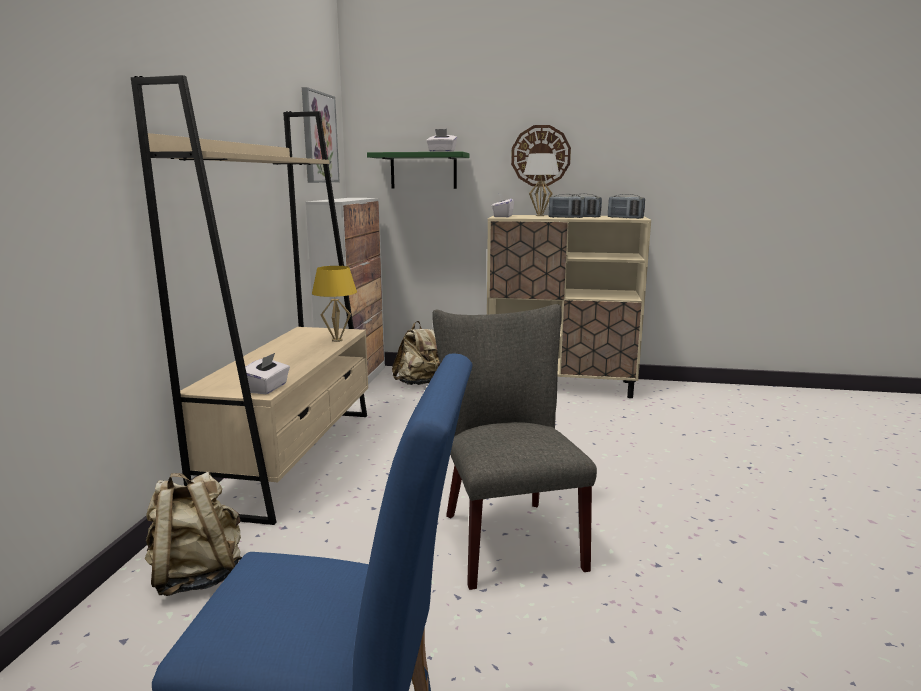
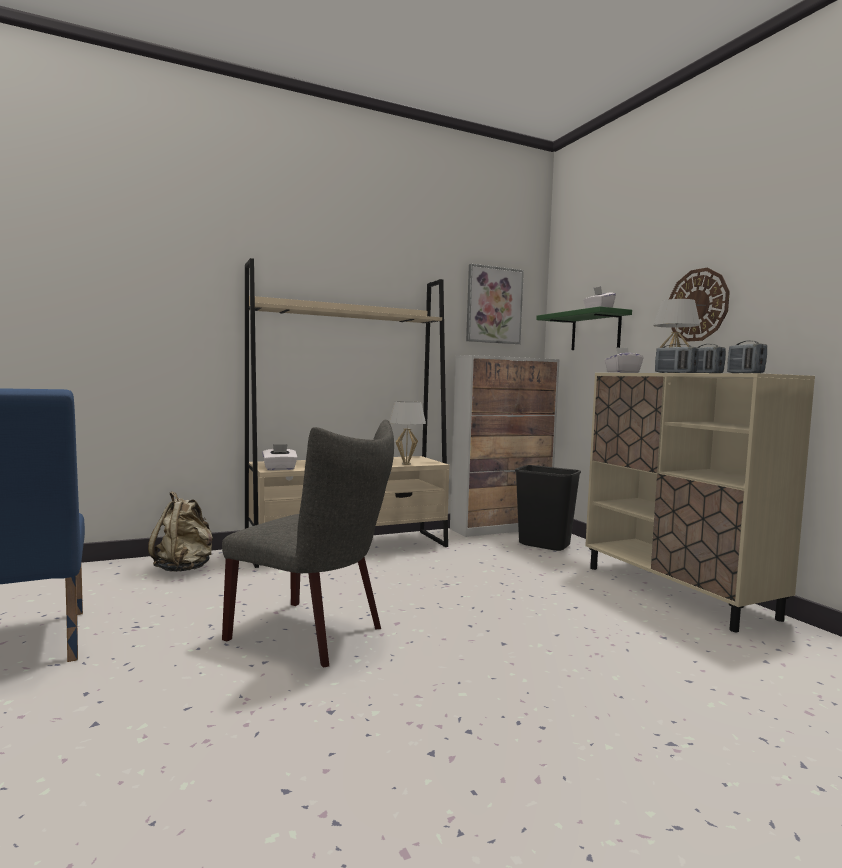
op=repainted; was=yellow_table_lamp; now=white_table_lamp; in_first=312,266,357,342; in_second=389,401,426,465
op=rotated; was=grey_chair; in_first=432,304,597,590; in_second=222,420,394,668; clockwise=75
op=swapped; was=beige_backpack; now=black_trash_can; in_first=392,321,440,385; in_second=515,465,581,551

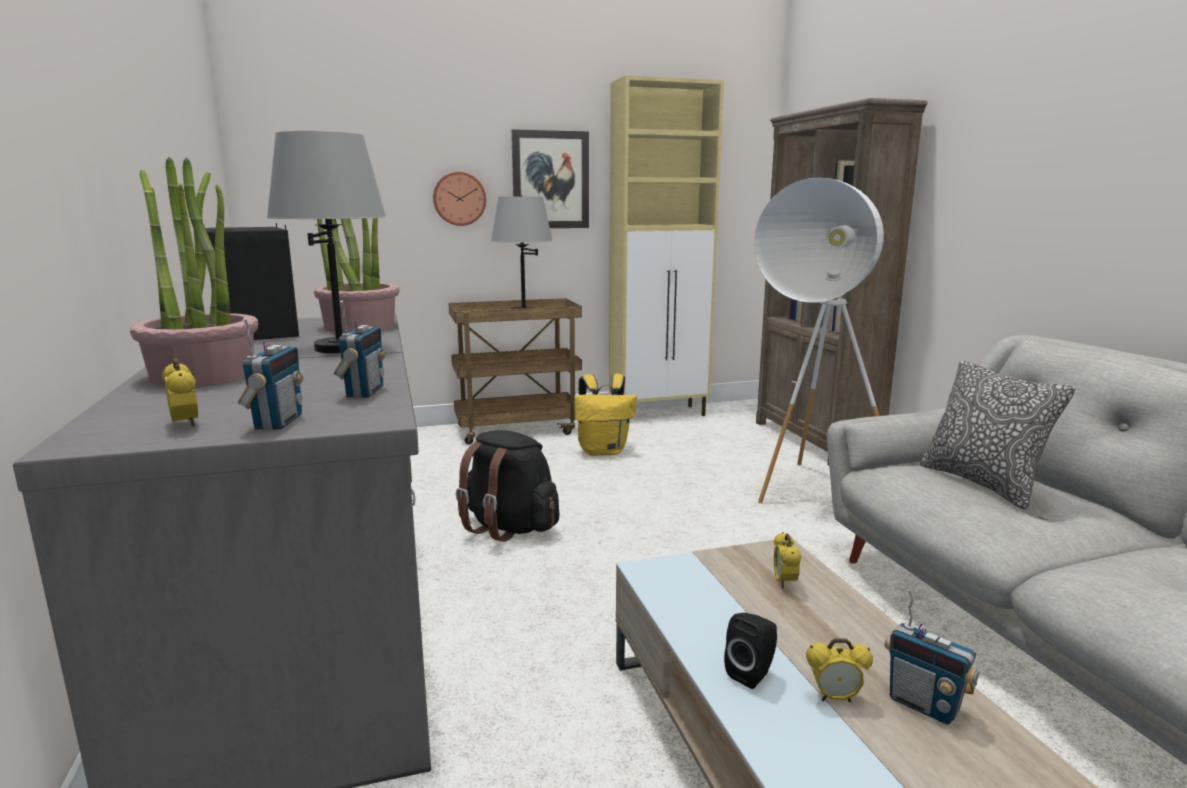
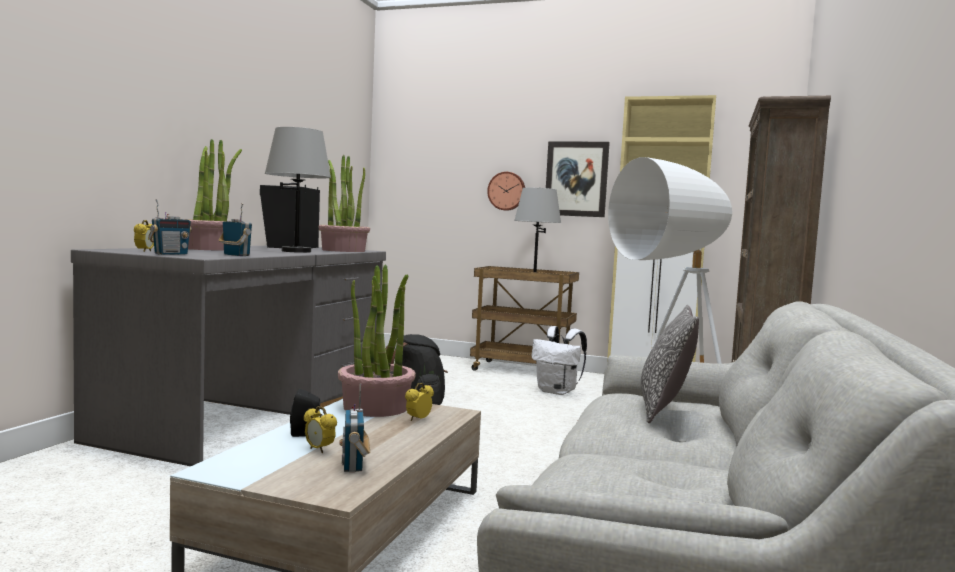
op=rotated; was=radio; in_first=334,301,386,398; in_second=219,203,252,256; clockwise=-90
op=repainted; was=yellow_backpack; now=white_backpack; in_first=574,373,637,456; in_second=531,326,587,395
op=new; now=potted_plant; in_second=338,265,416,417

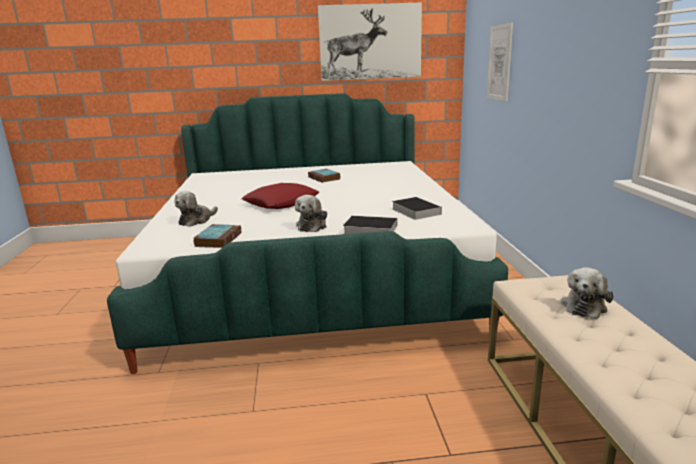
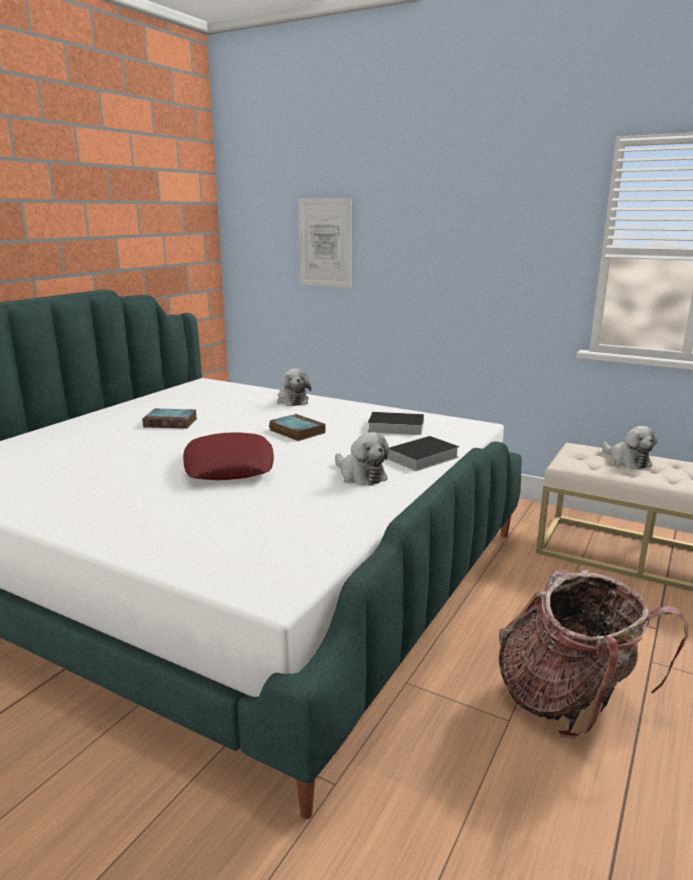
op=gone; was=picture; in_first=318,3,422,81
op=shifted; was=plush_toy; in_first=175,191,218,227; in_second=277,369,312,406
op=shifted; was=book; in_first=194,224,241,248; in_second=269,414,326,441
op=new; now=backpack; in_second=499,569,688,739

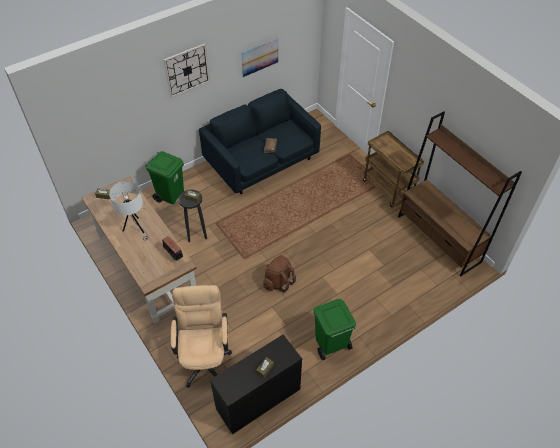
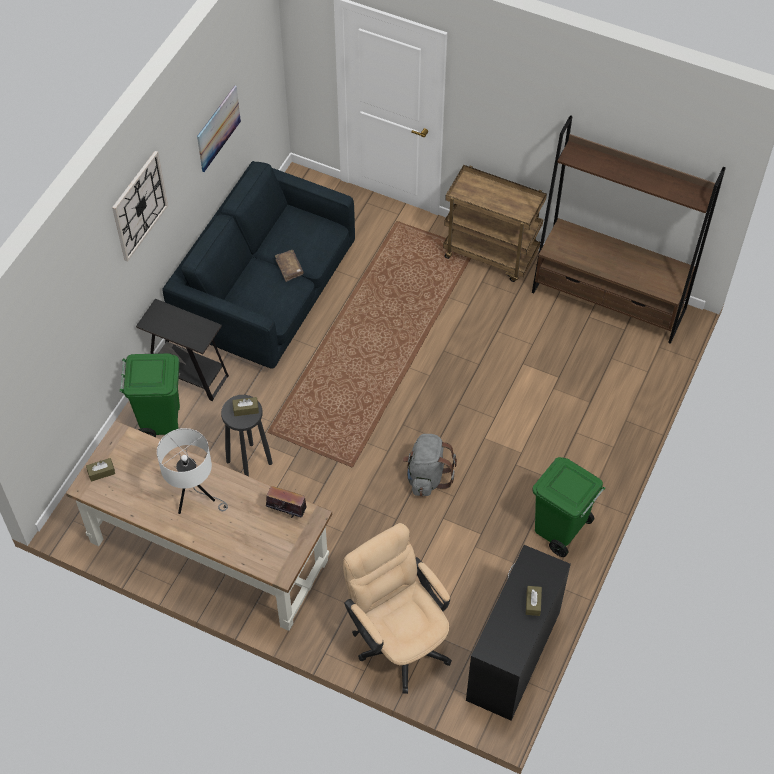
op=repainted; was=brown_backpack; now=grey_backpack; in_first=263,255,296,293; in_second=403,434,457,496
op=new; now=black_side_table; in_second=136,299,229,401

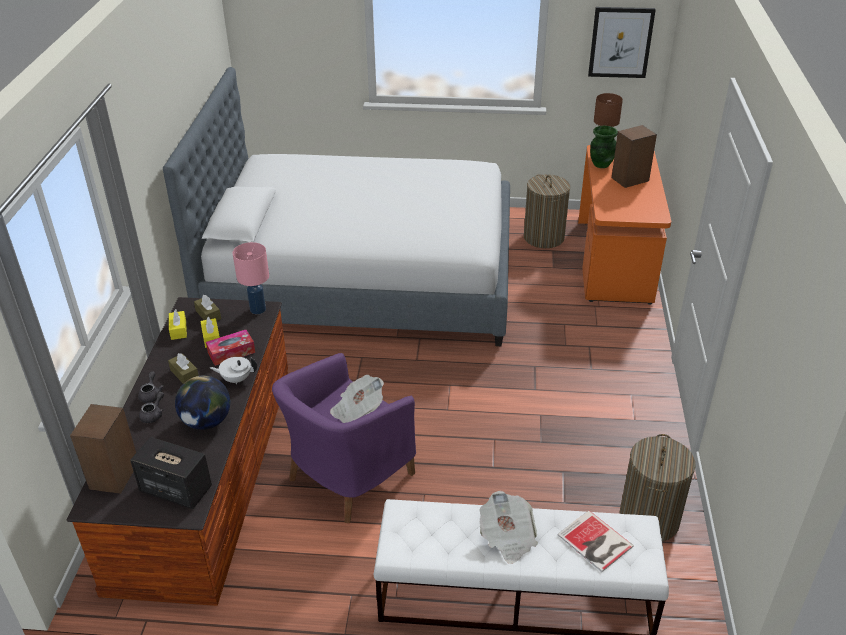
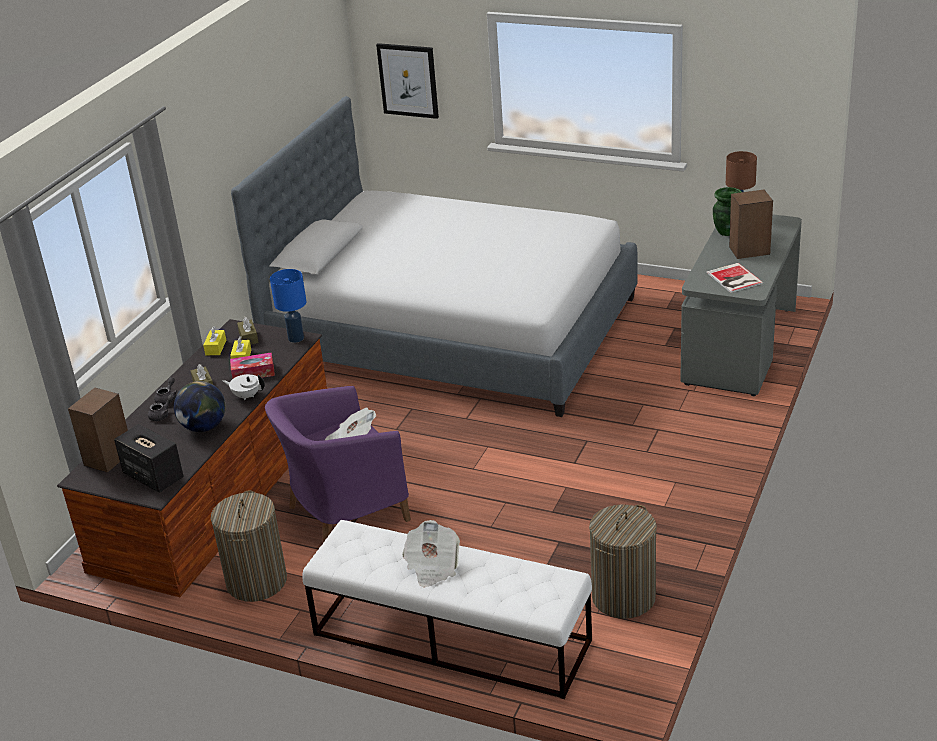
op=shifted; was=picture; in_first=588,7,656,78; in_second=376,43,439,119
op=repainted; was=orange_desk; now=grey_desk; in_first=578,145,671,305; in_second=680,214,802,396
op=shifted; was=laundry_basket; in_first=524,174,570,248; in_second=211,490,287,602
op=repainted; was=pink_table_lamp; now=blue_table_lamp; in_first=233,242,269,314; in_second=270,269,306,343
op=shifted; was=book; in_first=558,510,634,572; in_second=707,263,763,293

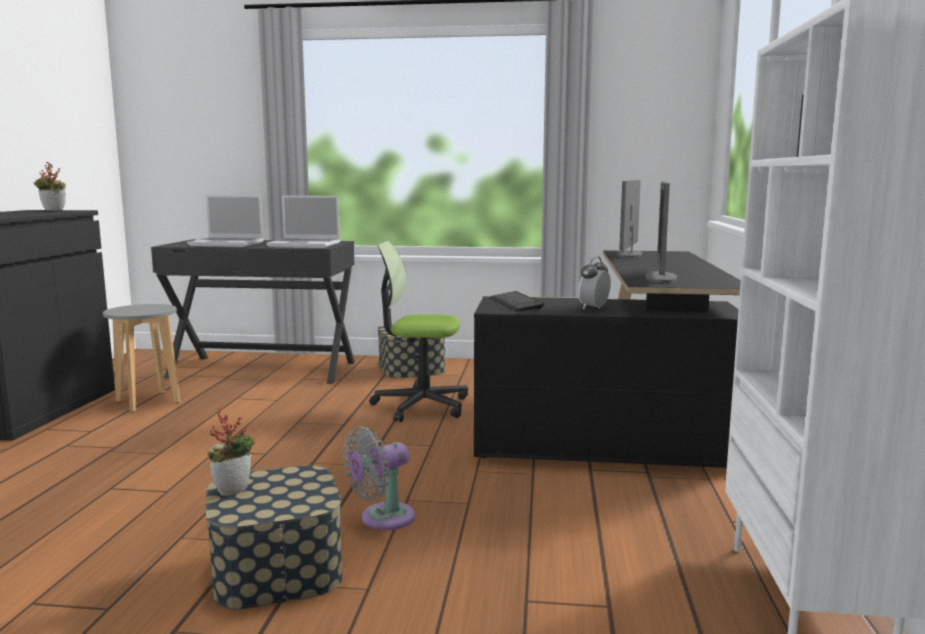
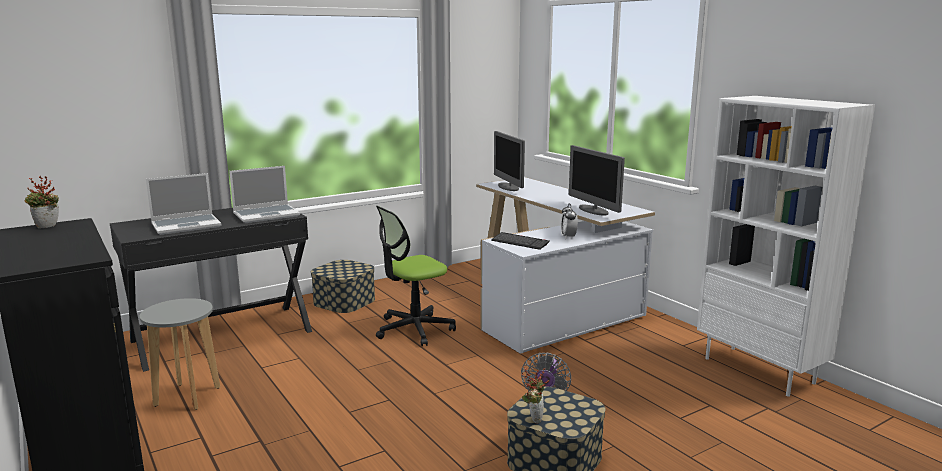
op=repainted; was=black_desk; now=white_desk; in_first=474,250,741,469; in_second=476,177,655,354

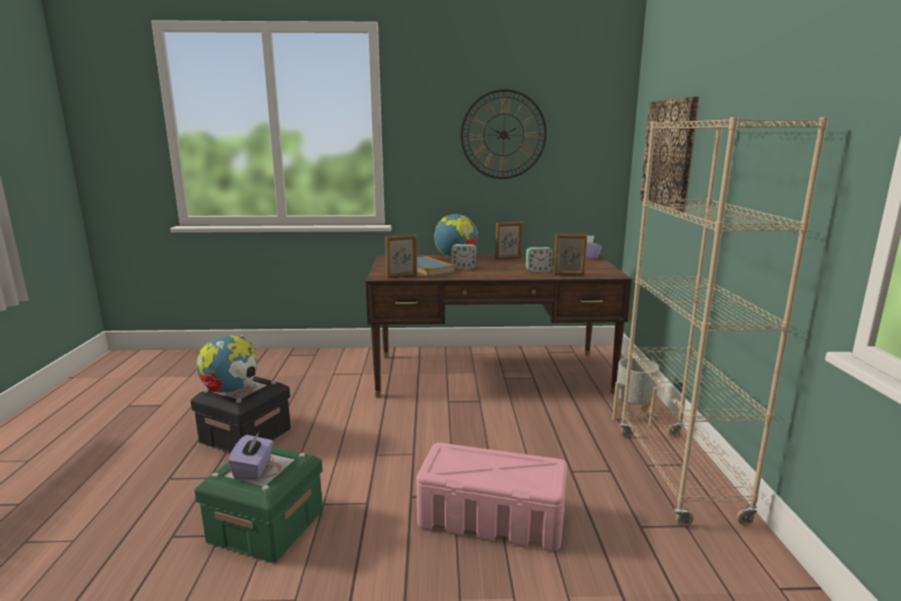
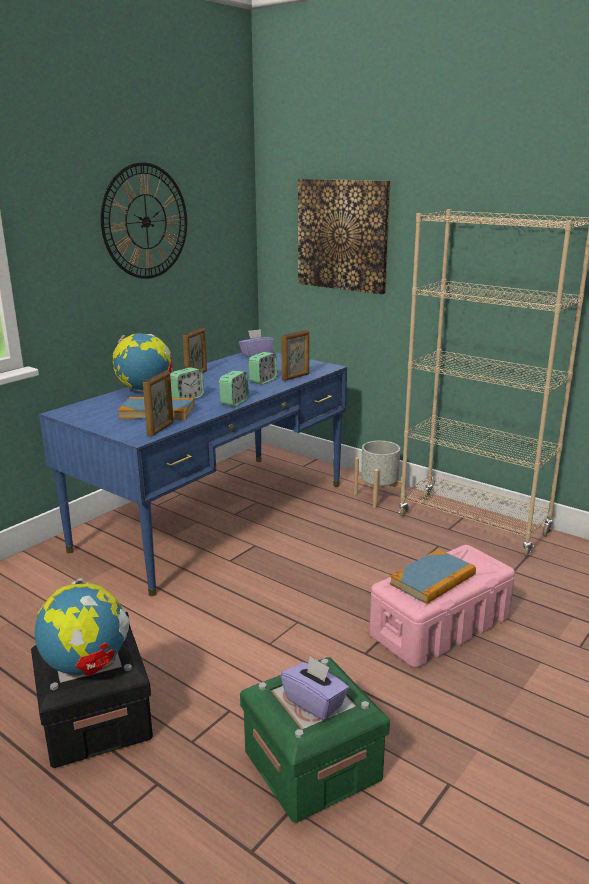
op=repainted; was=brown_desk; now=blue_desk; in_first=366,254,632,397; in_second=39,352,347,596
op=new; now=alarm_clock; in_second=219,371,249,406
op=new; now=book; in_second=390,549,476,604

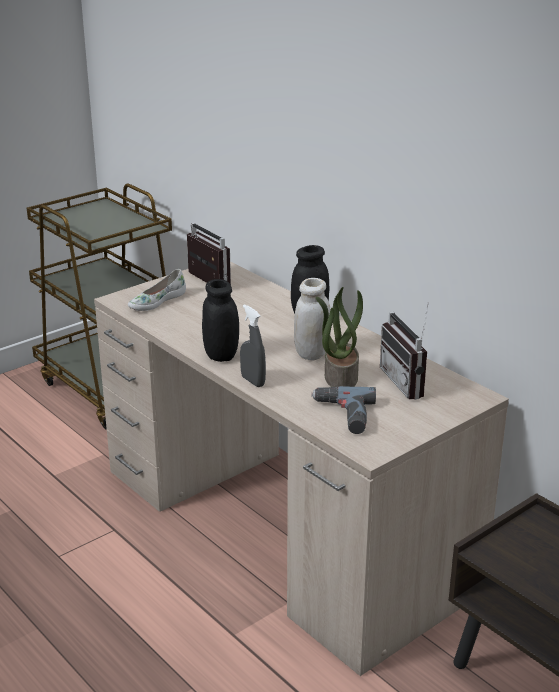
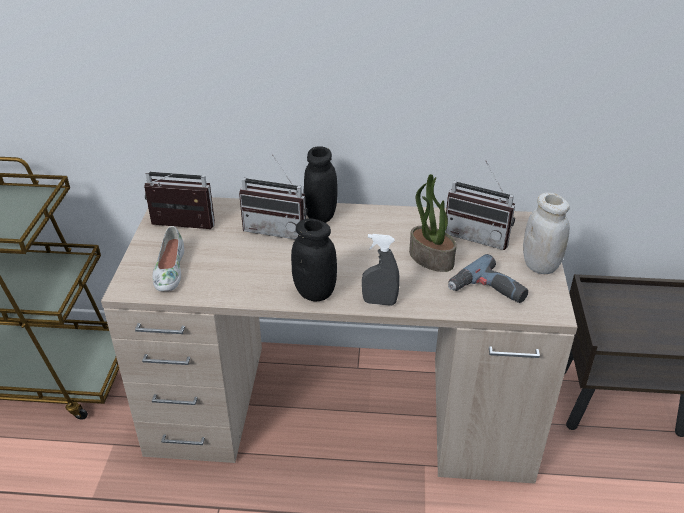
op=shifted; was=white_jar; in_first=294,278,331,361; in_second=523,192,570,274
op=new; now=radio; in_second=239,154,308,239

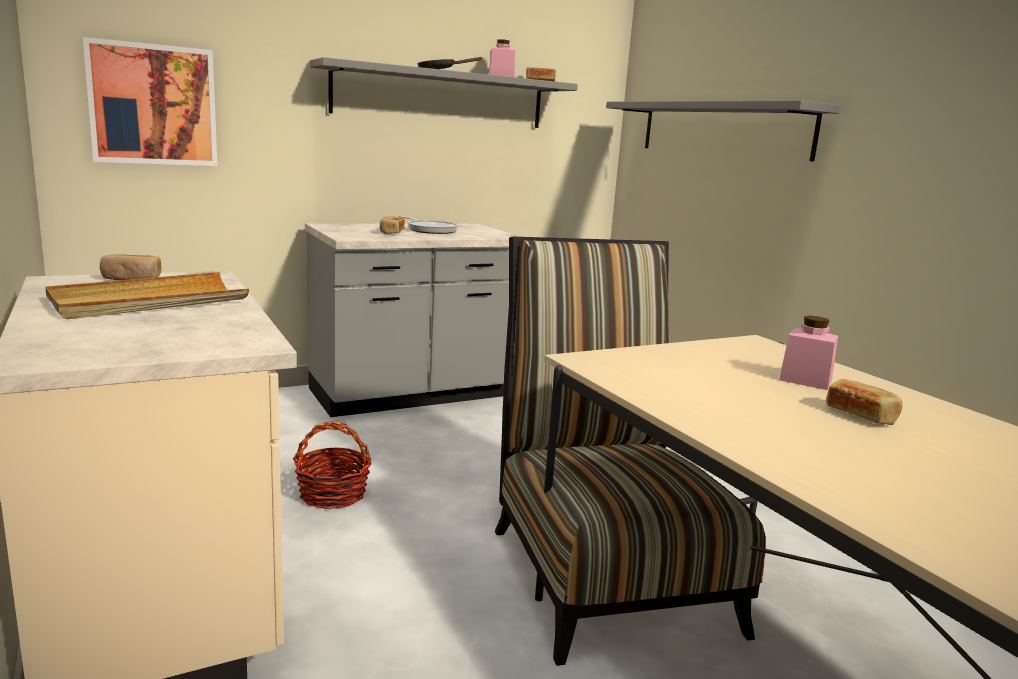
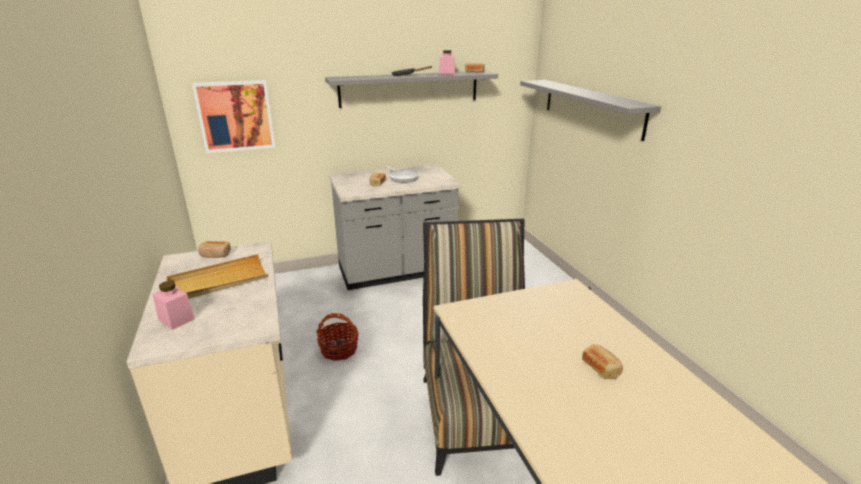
op=shifted; was=pink_jar; in_first=779,316,838,390; in_second=152,281,195,330

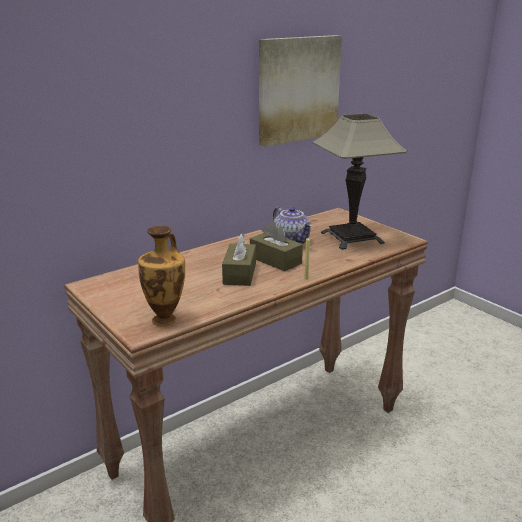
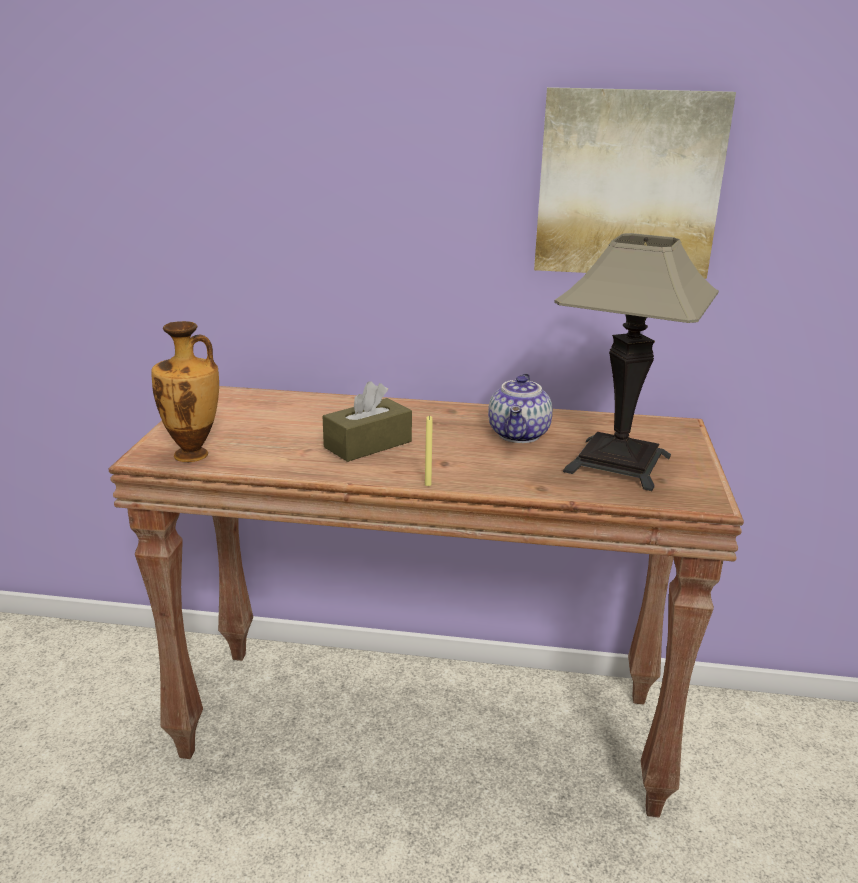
op=gone; was=brown_tissue_box; in_first=250,222,303,271

